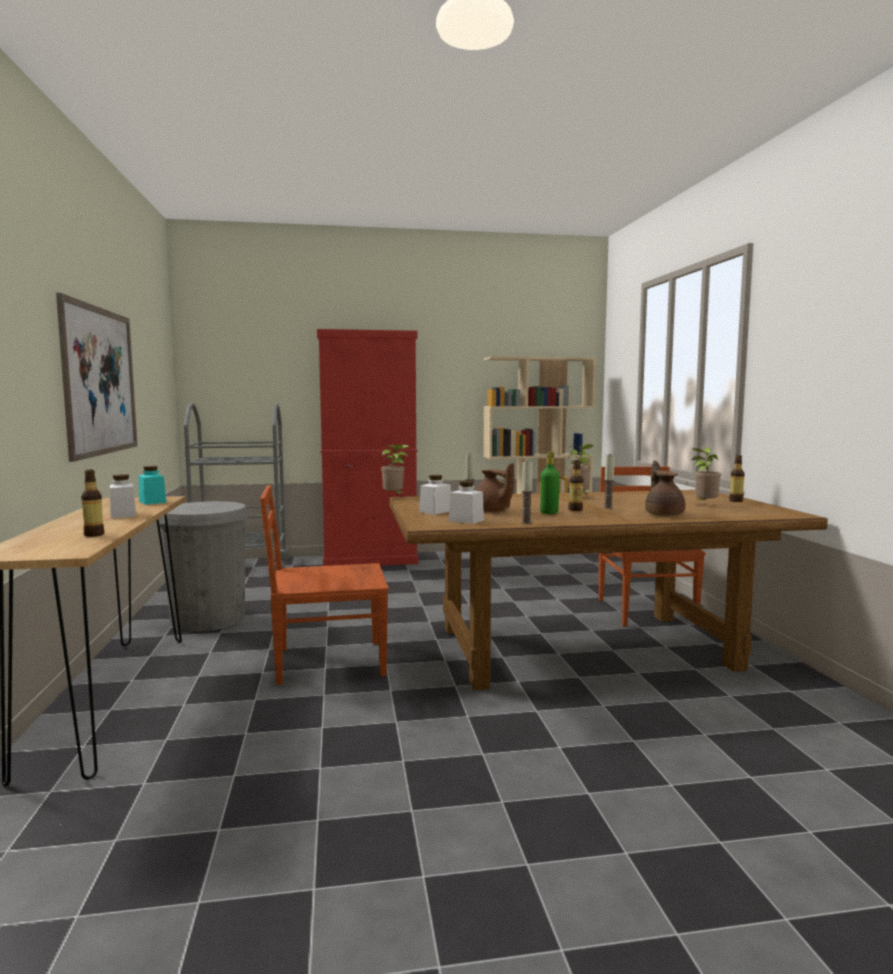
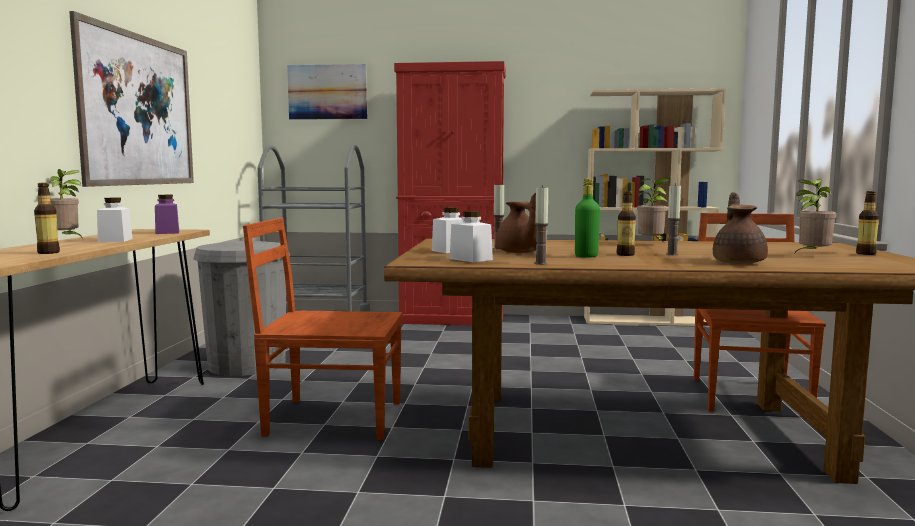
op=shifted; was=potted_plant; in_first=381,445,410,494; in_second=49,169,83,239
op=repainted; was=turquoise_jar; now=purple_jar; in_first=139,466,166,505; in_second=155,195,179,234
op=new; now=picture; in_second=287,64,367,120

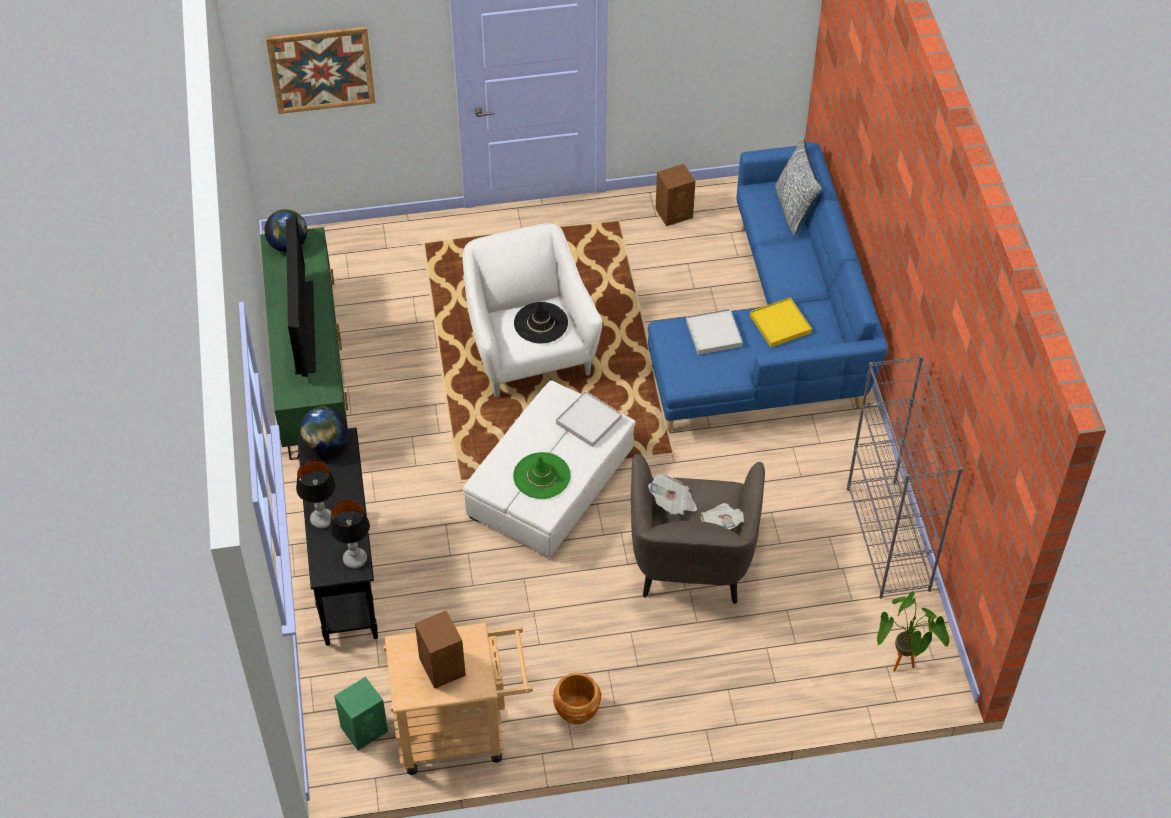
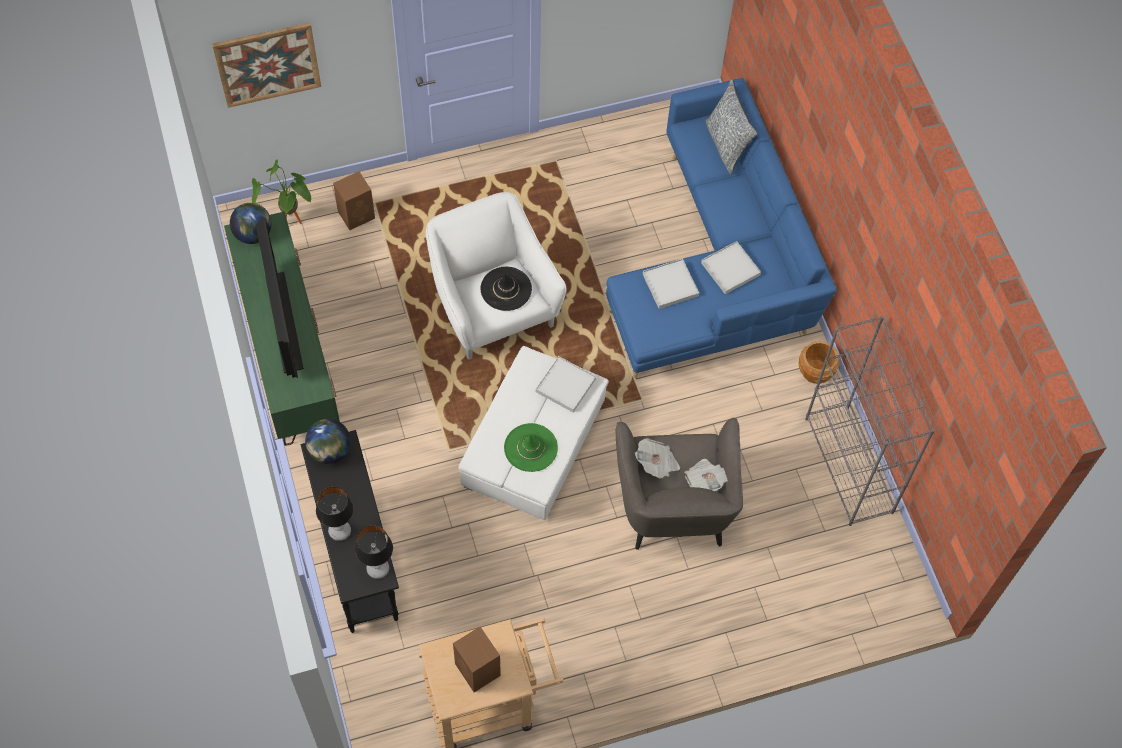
op=shifted; was=brown_speaker; in_first=656,164,695,226; in_second=333,171,375,230
op=repainted; was=yellow_tray; now=white_tray; in_first=750,297,812,347; in_second=701,241,761,294
op=shifted; was=potted_plant; in_first=877,591,950,672; in_second=252,159,311,224
op=shifted; was=brown_planter; in_first=553,673,602,724; in_second=798,341,840,384
op=gone; was=green_speaker; in_first=334,677,388,750

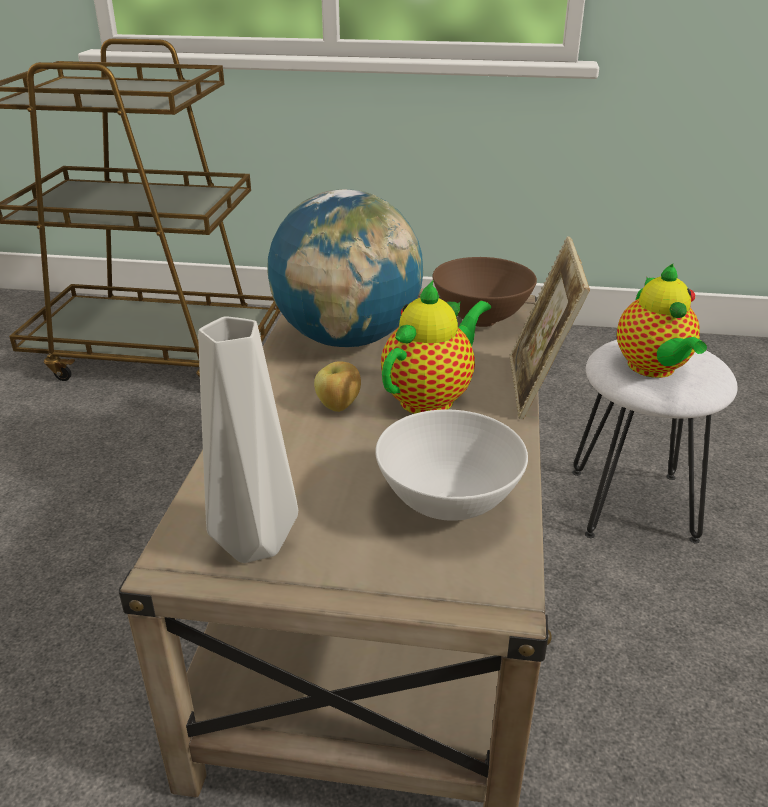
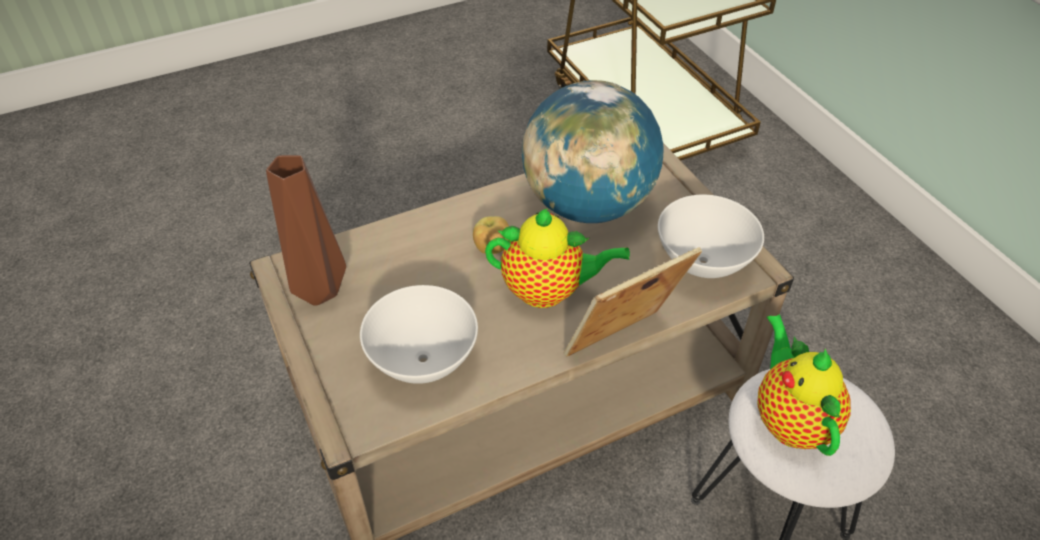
op=repainted; was=brown_bowl; now=white_bowl; in_first=432,257,537,327; in_second=658,195,764,278
op=rotated; was=teapot; in_first=617,264,707,378; in_second=757,314,851,456; clockwise=120
op=repainted; was=grey_vase; now=brown_vase; in_first=198,317,298,563; in_second=266,155,346,306

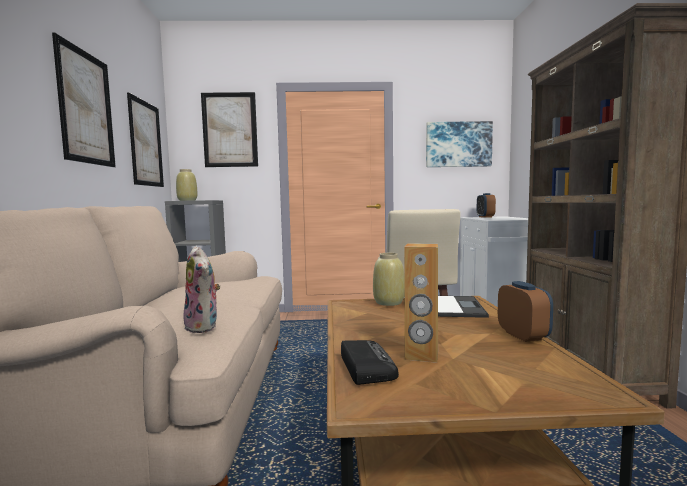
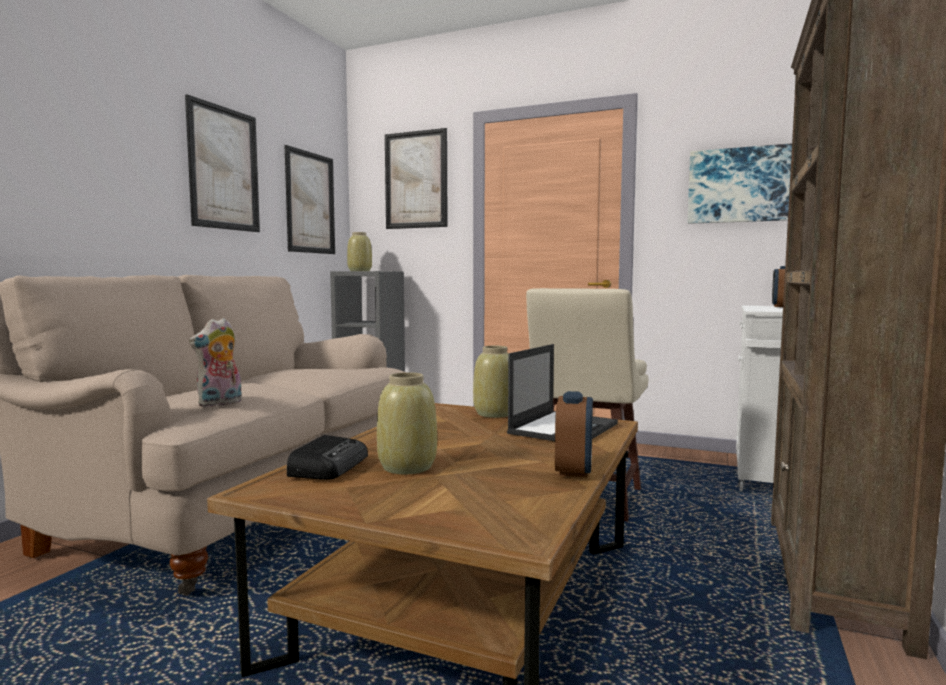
op=swapped; was=brown_speaker; now=beige_vase; in_first=404,243,438,363; in_second=377,372,437,474
op=rotated; was=plush_toy; in_first=183,246,220,333; in_second=189,318,242,407; clockwise=45

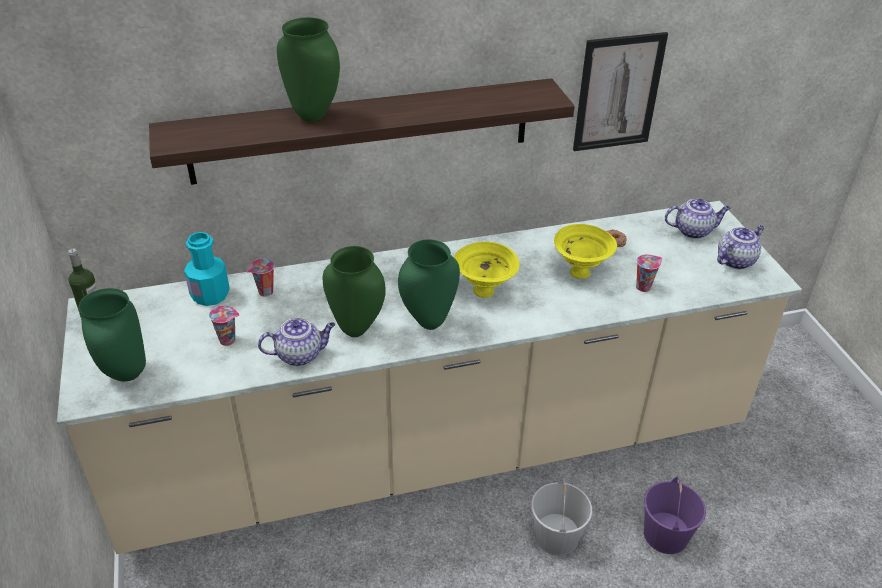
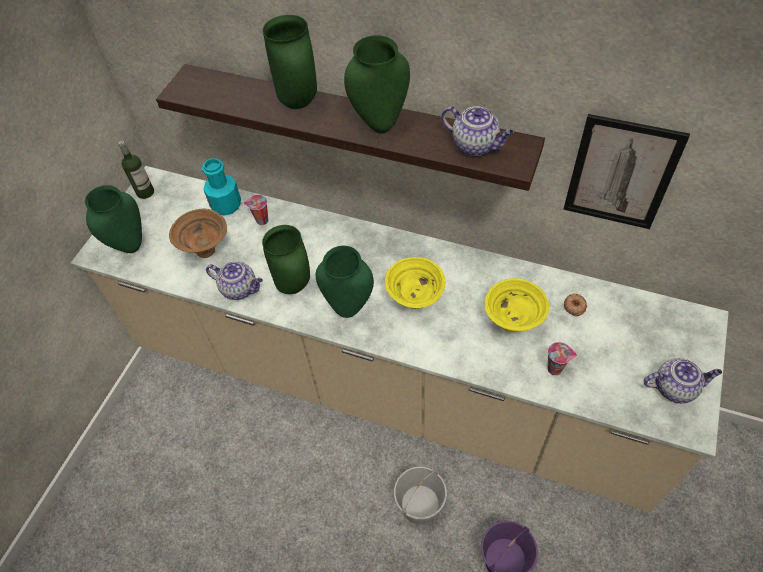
op=shifted; was=teapot; in_first=665,199,731,239; in_second=442,106,514,156
op=swapped; was=cup; now=brown_bowl; in_first=209,305,240,346; in_second=169,209,227,258
op=new; now=green_vase; in_second=344,35,410,133

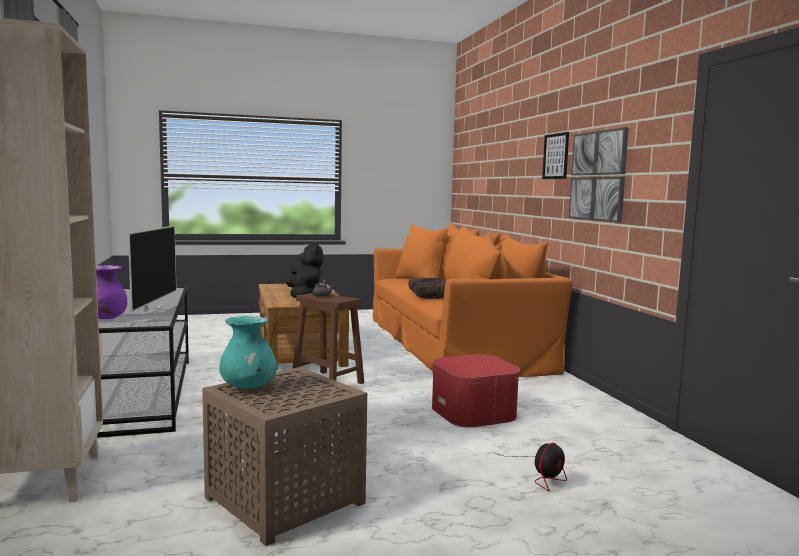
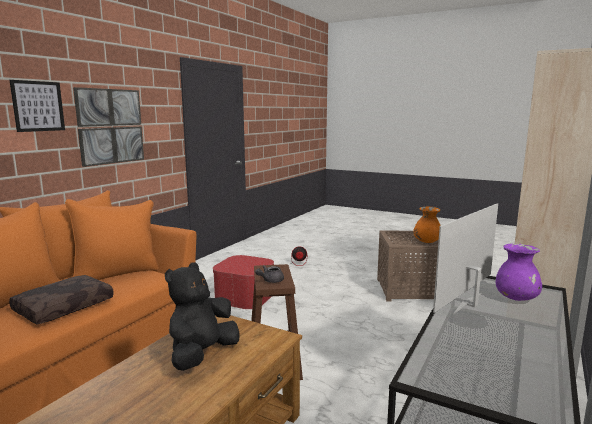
op=repainted; was=turquoise_vase; now=orange_vase; in_first=219,316,277,389; in_second=413,206,441,243

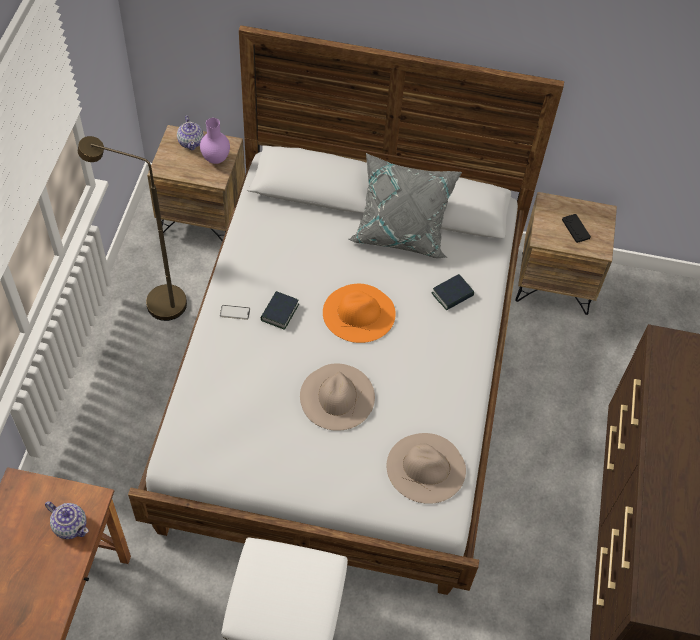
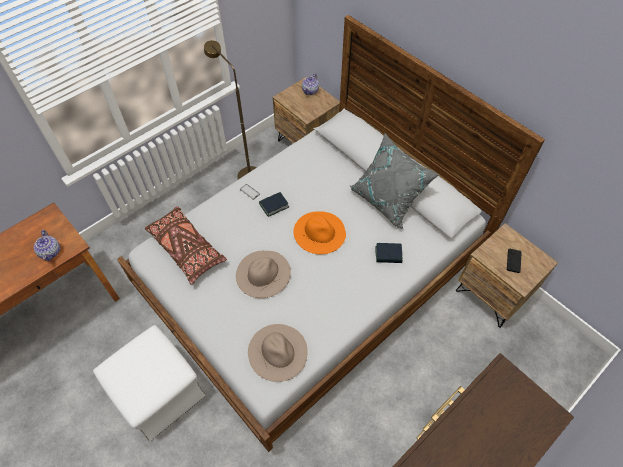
op=gone; was=purple_vase; in_first=200,118,230,164
op=new; now=brown_pillow; in_second=145,206,227,285

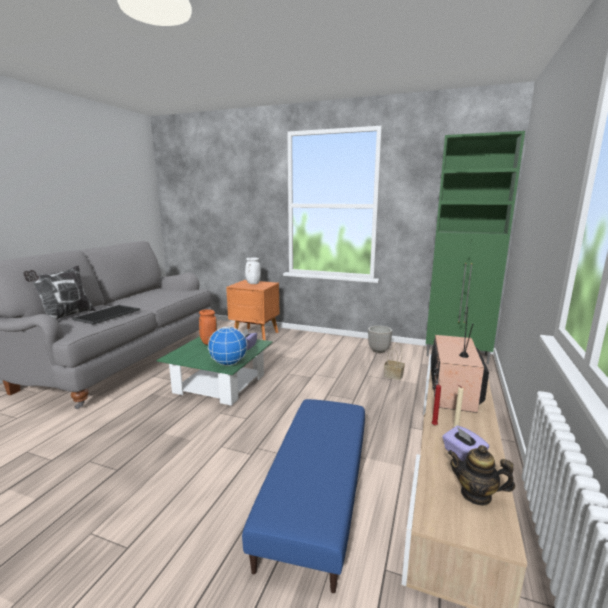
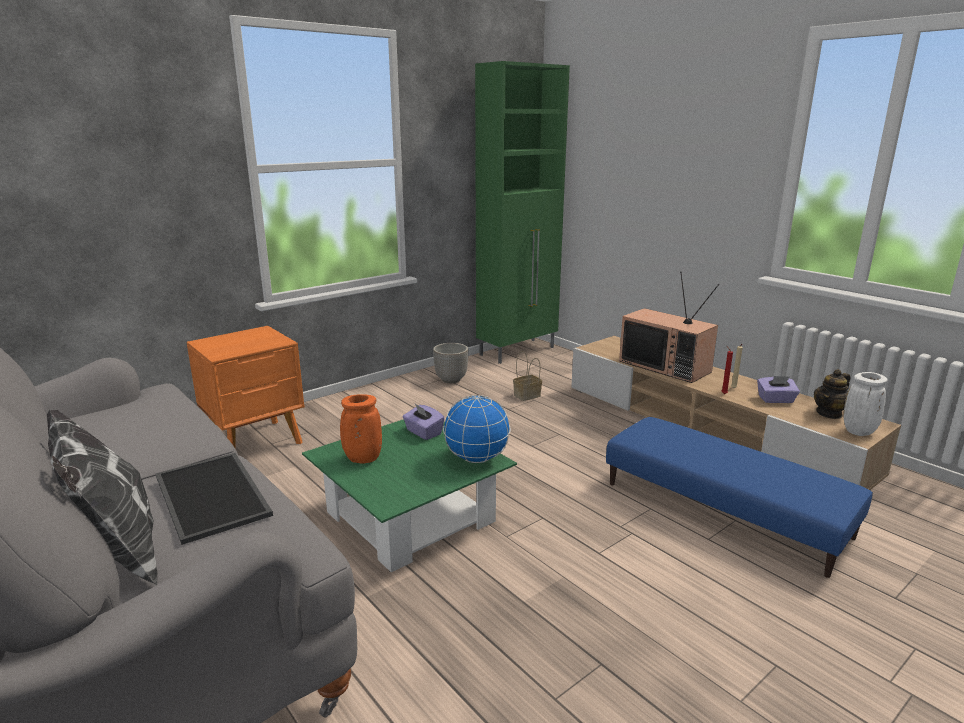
op=shifted; was=white_vase; in_first=245,257,261,284; in_second=843,372,887,436

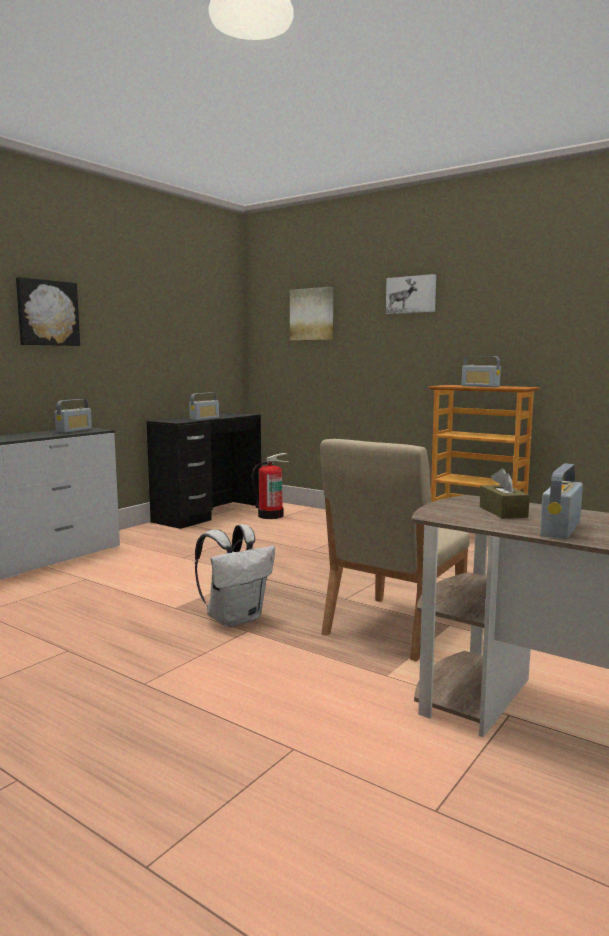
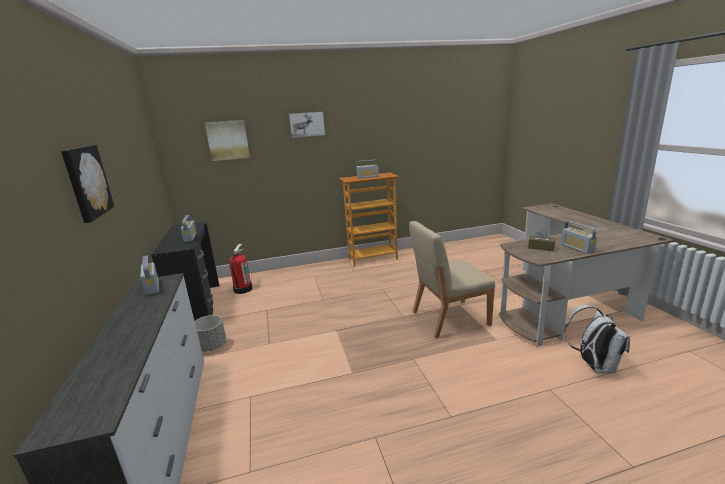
op=rotated; was=beige_chair; in_first=320,439,469,661; in_second=409,221,495,339; clockwise=90
op=shifted; was=white_backpack; in_first=195,524,275,627; in_second=564,305,630,374
op=new; now=grey_planter; in_second=195,315,227,352

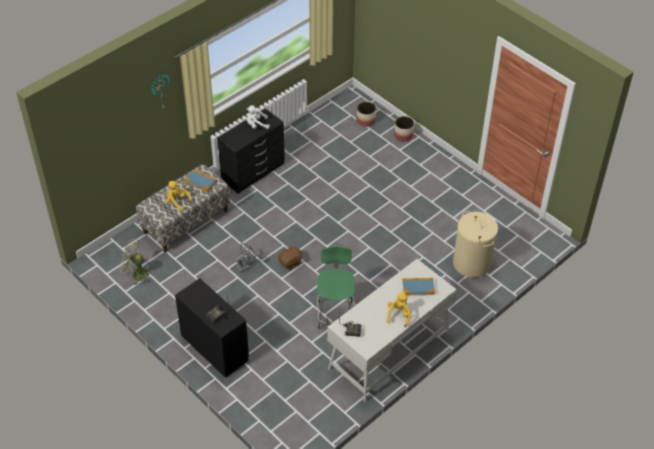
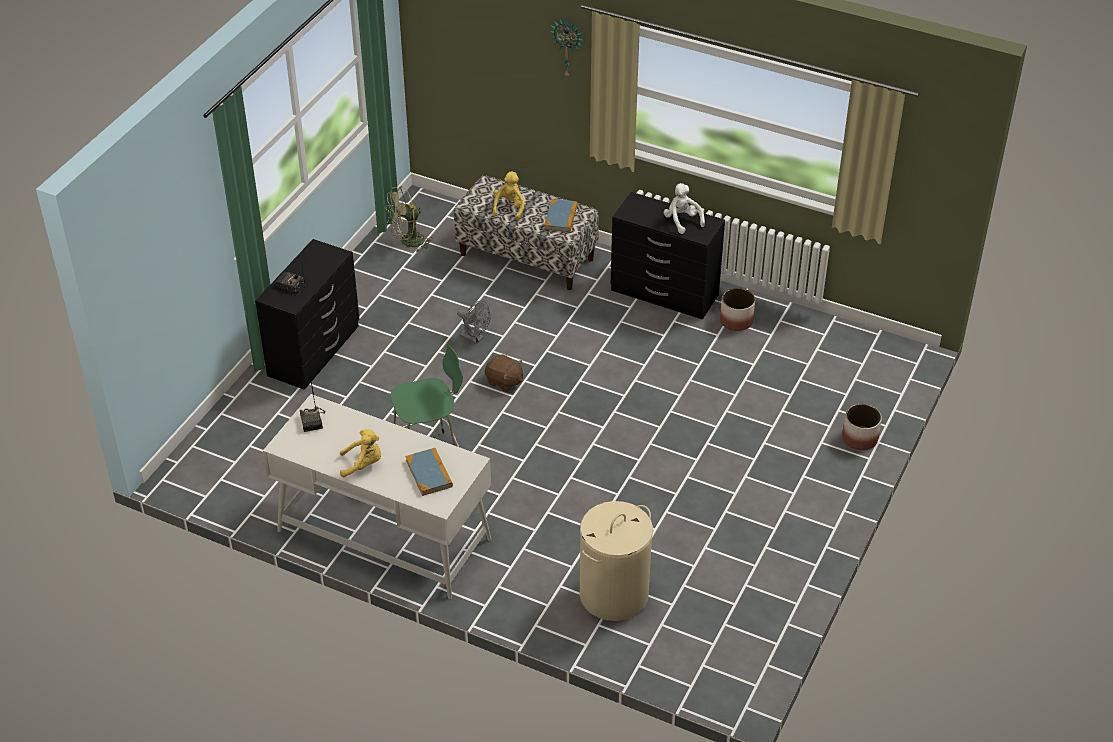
op=shifted; was=planter; in_first=356,102,376,127; in_second=720,288,755,331
op=rotated; was=green_fan; in_first=120,239,152,285; in_second=386,186,433,252; clockwise=-105

